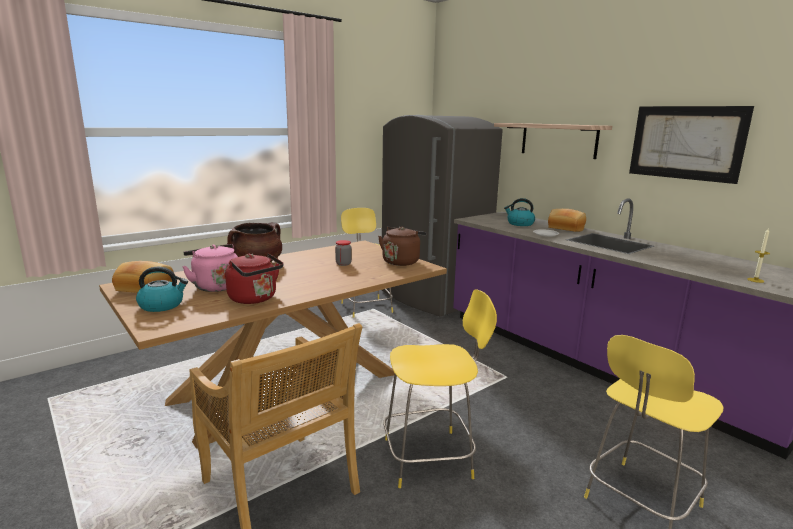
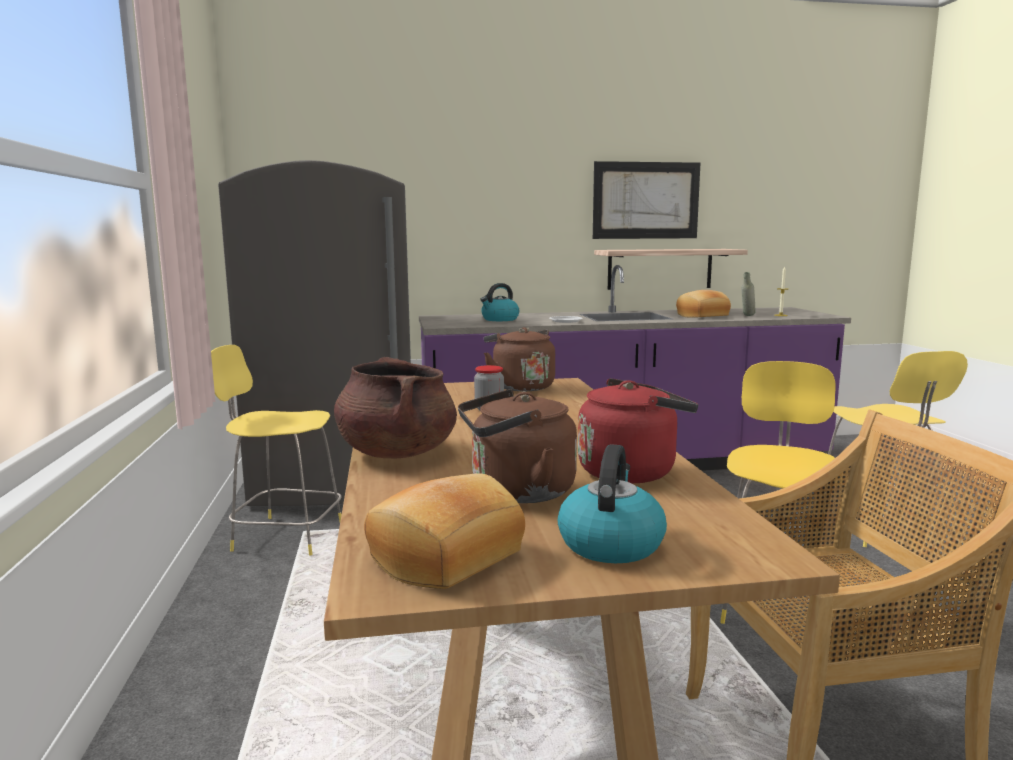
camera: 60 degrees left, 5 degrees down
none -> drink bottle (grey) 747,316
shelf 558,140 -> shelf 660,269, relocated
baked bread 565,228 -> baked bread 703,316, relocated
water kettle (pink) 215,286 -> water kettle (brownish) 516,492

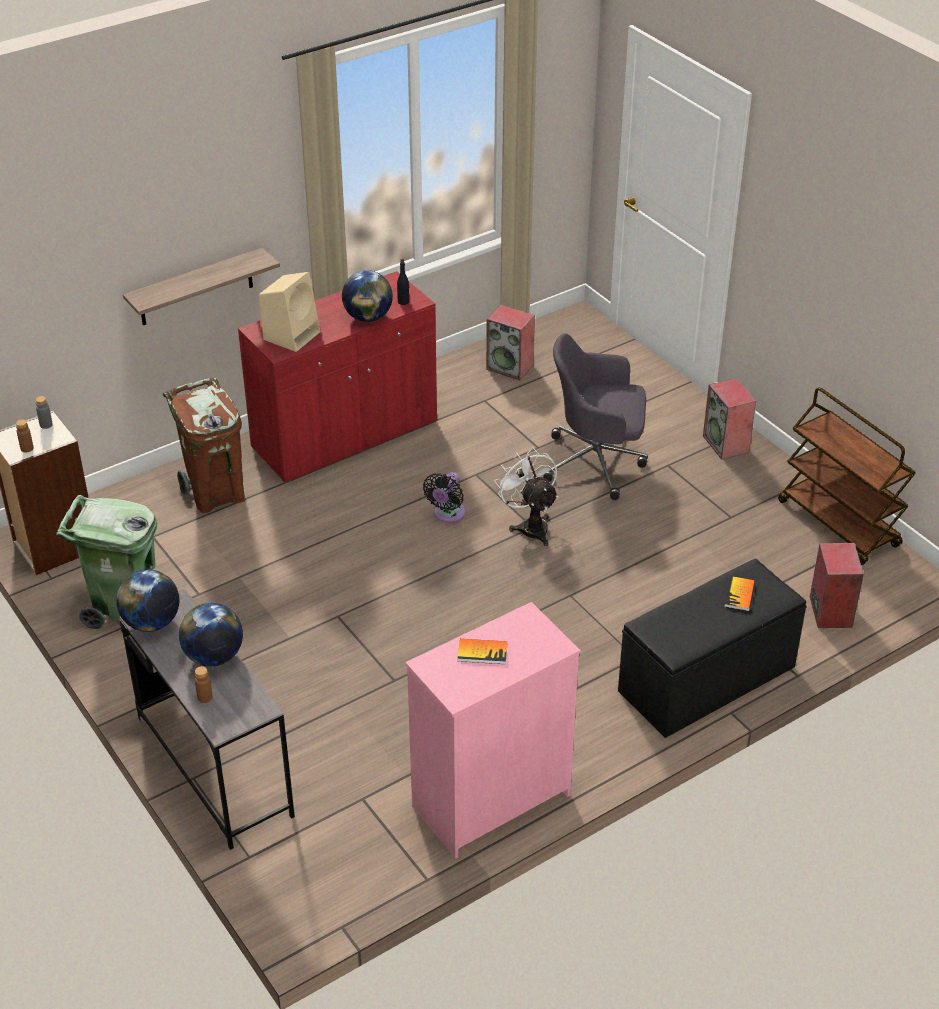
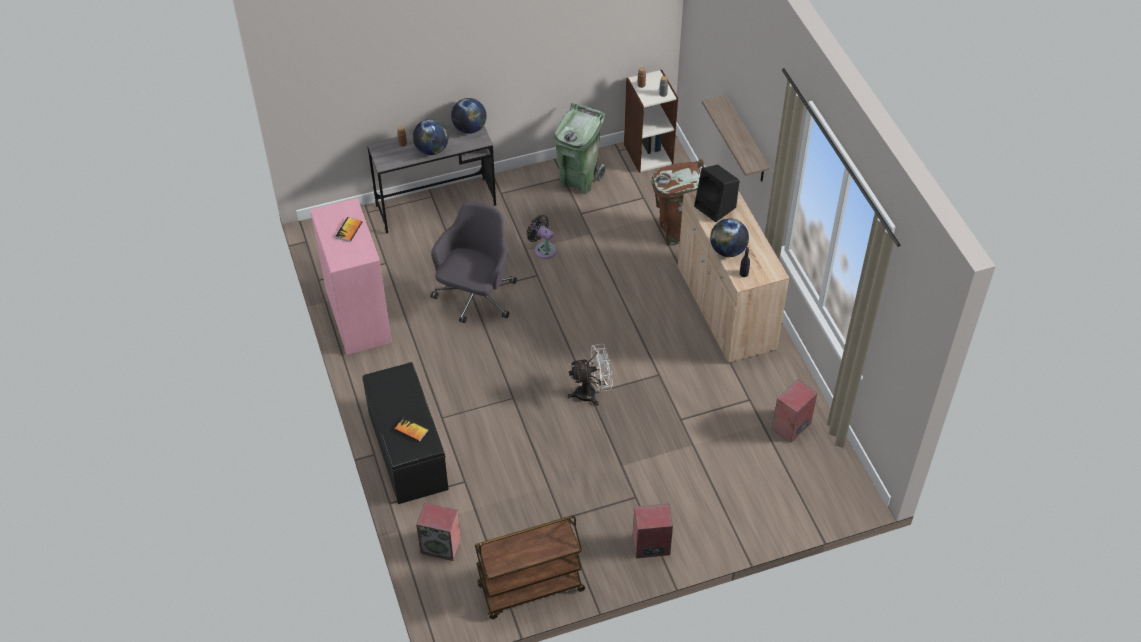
camera: 105 degrees right, 10 degrees up
cooling fan (black-coloured) 447,514 -> cooling fan (black-coloured) 543,249, relocated
computer chair (grey) 596,462 -> computer chair (grey) 475,297, relocated
cabinet (red-coloured) 345,435 -> cabinet (beige-coloured) 725,308
audio speaker (beige-coloured) 292,335 -> audio speaker (black-coloured) 716,207

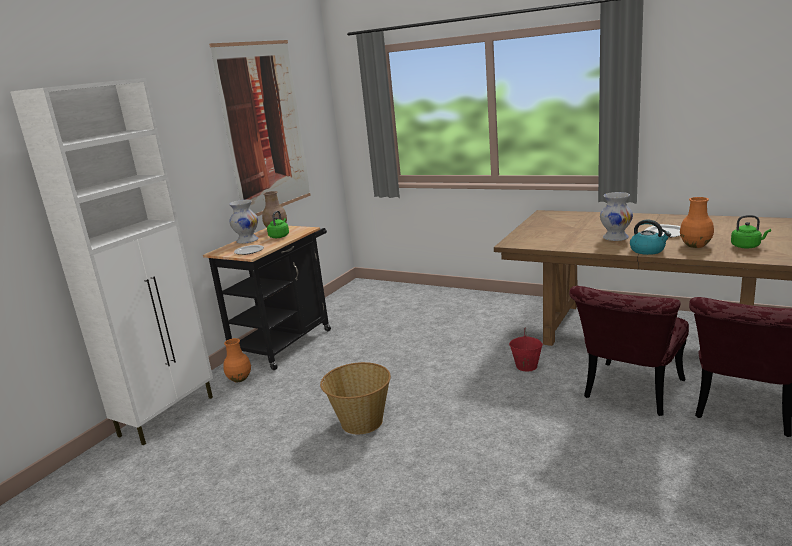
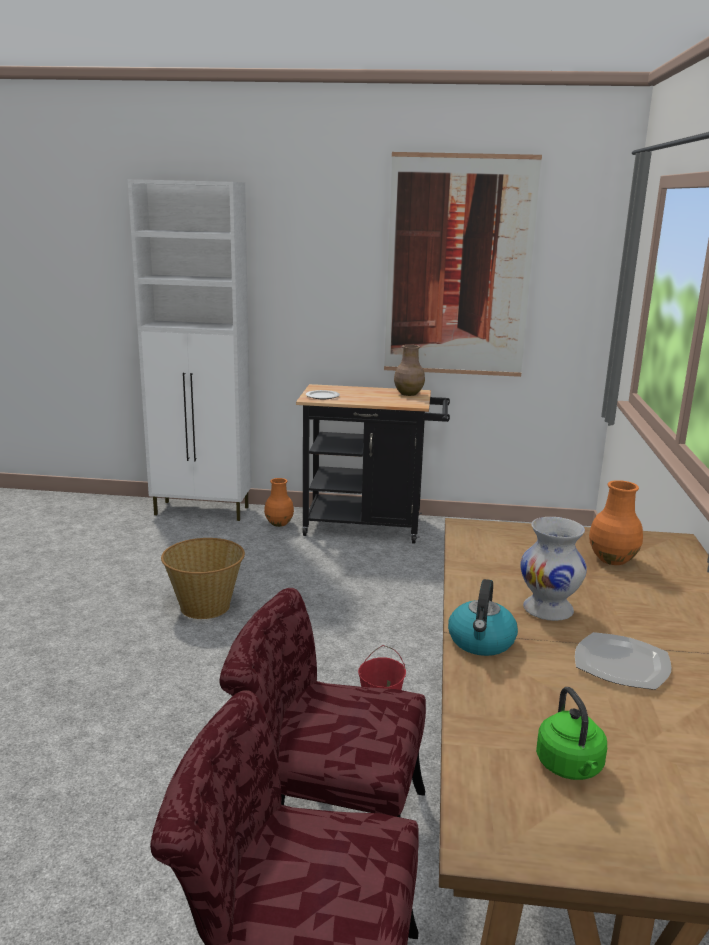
camera: 65 degrees right, 0 degrees up
flower vase (whitish) 247,241 -> none
water kettle (green-coloured) 279,236 -> none
flower vase (orange-coloured) 695,245 -> flower vase (orange-coloured) 613,559, relocated

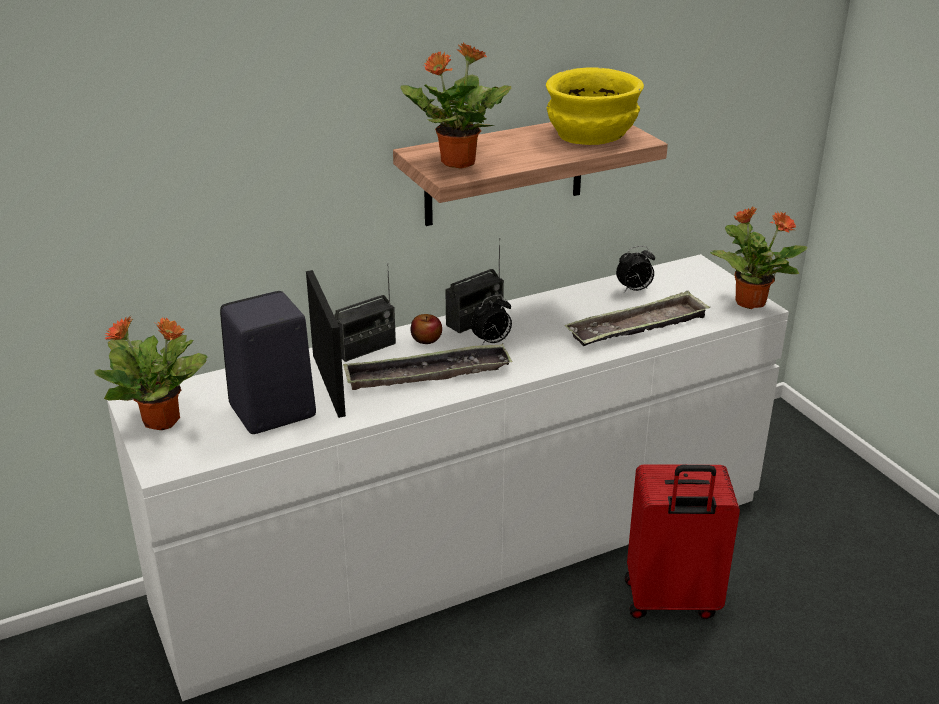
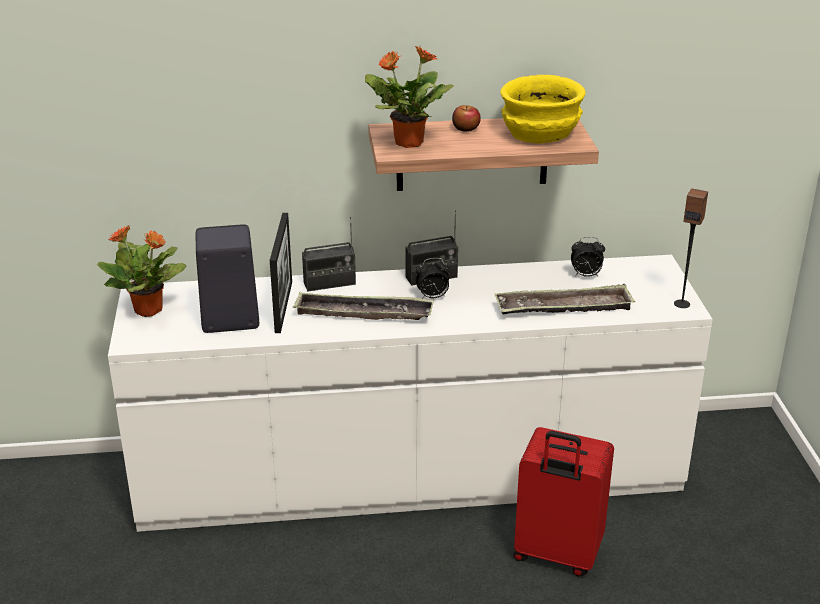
camera: 20 degrees right, 0 degrees up
apple fruit 426,339 -> apple fruit 466,128, relocated
plant in a pot 749,302 -> audio speaker 682,304

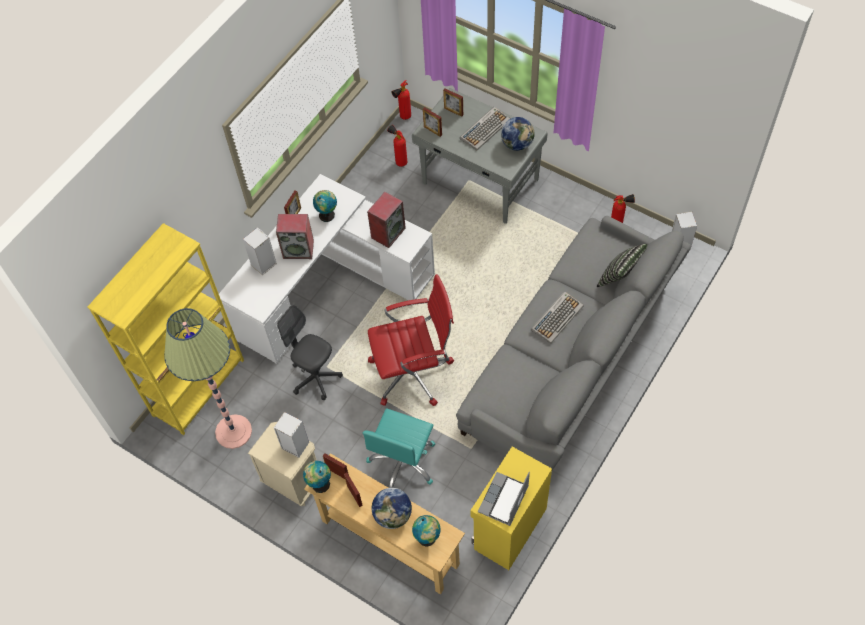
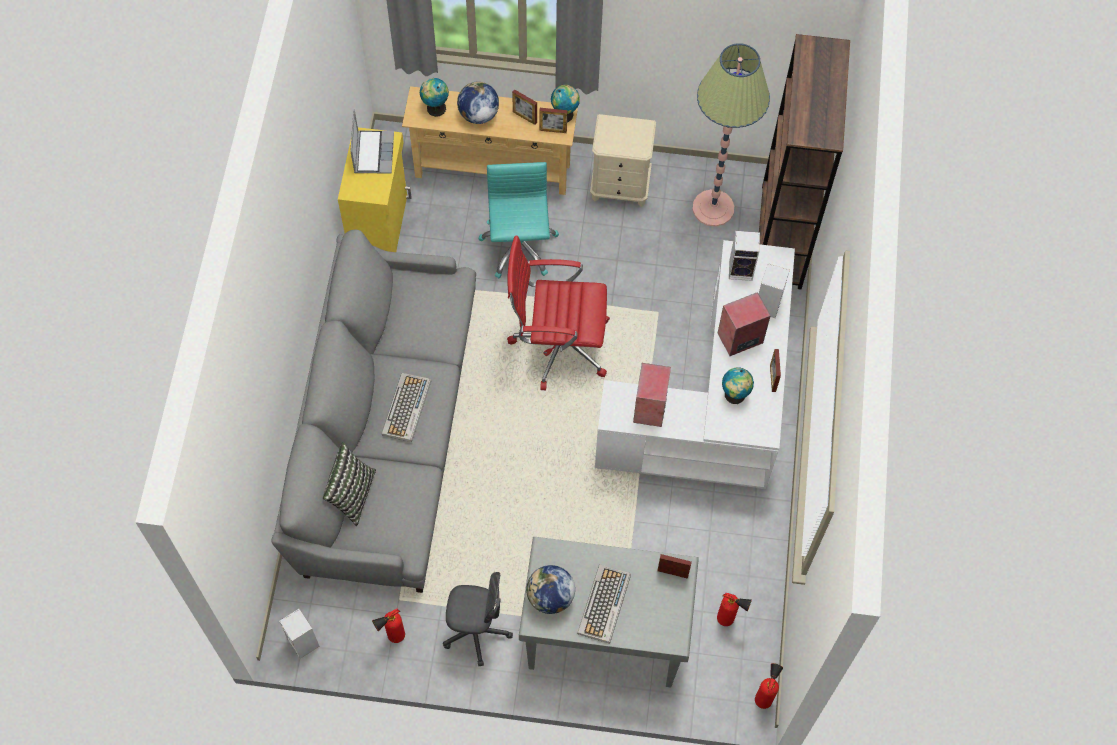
camera: 150 degrees right, 5 degrees up
standing frame 453,111 -> none
audio speaker 294,445 -> audio speaker 742,270, relocated
computer chair (grey) 316,377 -> computer chair (grey) 476,631, relocated
shelving unit (yellow) 198,387 -> shelving unit (brownish) 781,237
computer chair (red-coloured) 414,372 -> computer chair (red-coloured) 557,344, 45 degrees clockwise

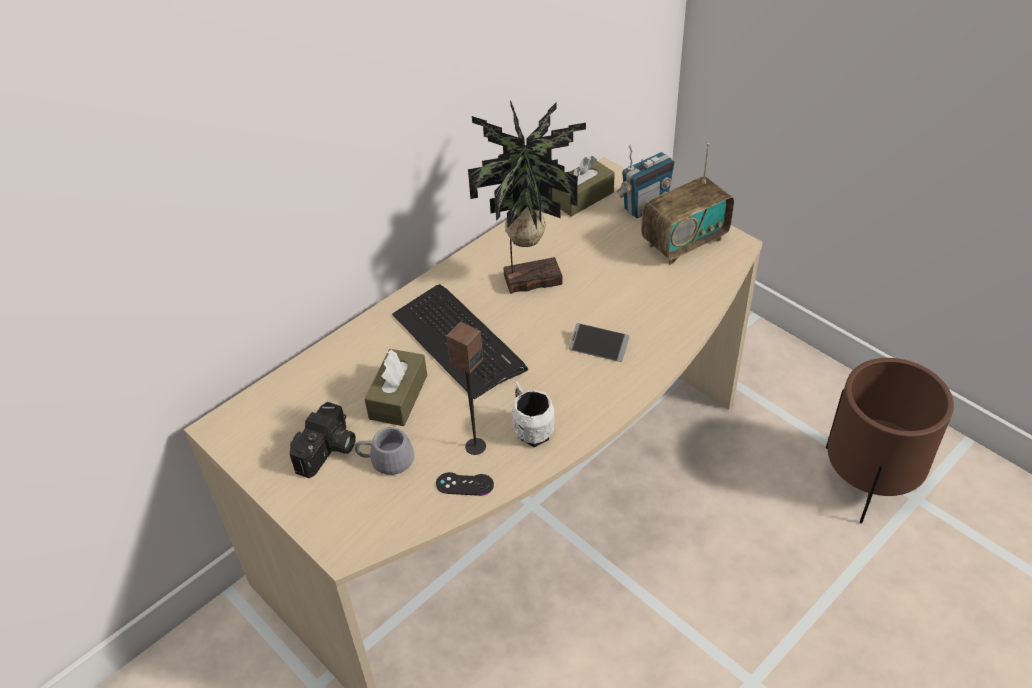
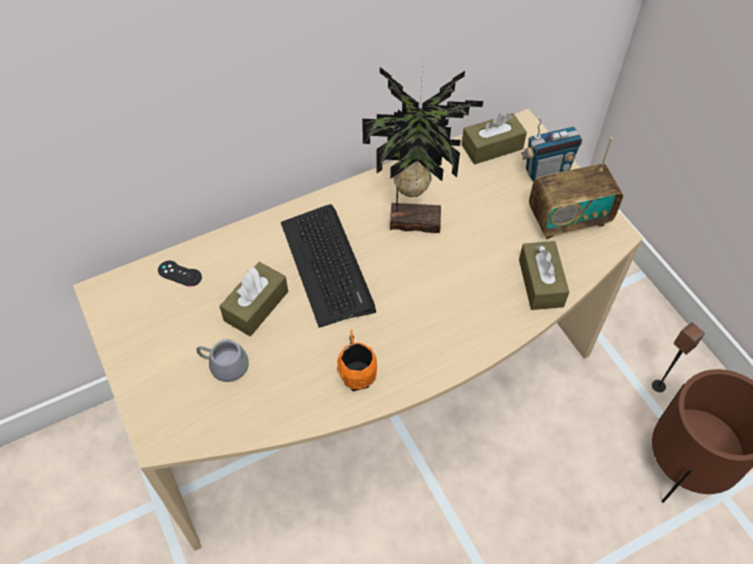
camera: 15 degrees right, 10 degrees up
photo camera 328,452 -> none
telephone 598,347 -> none
none -> tissue holder (brownish) 540,283
joypad (black-coloured) 464,484 -> joypad (black-coloured) 180,273, relocated
audio speaker 475,446 -> audio speaker 658,385, relocated
coffee mug (whitish) 530,429 -> coffee mug (orange-coloured) 356,372

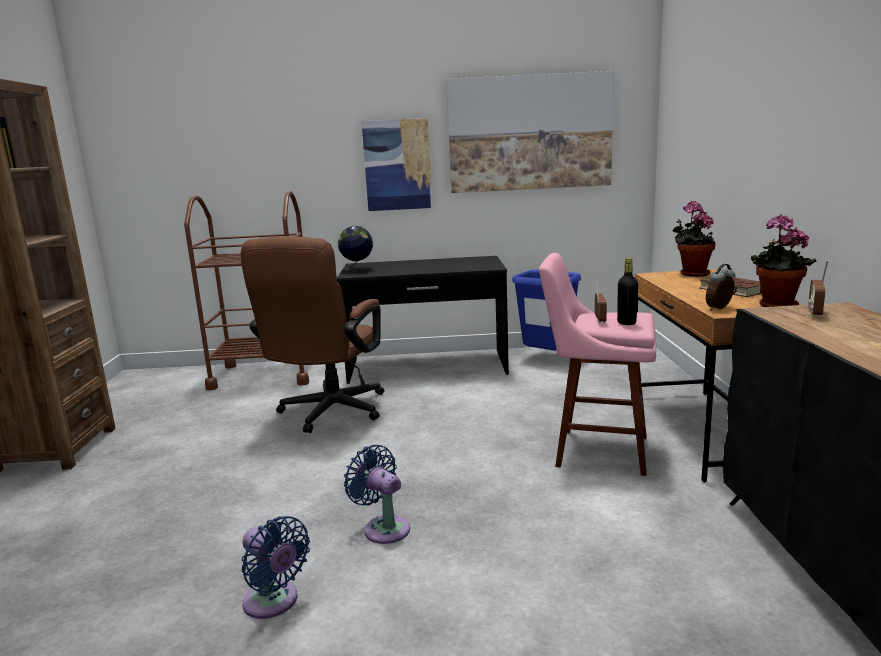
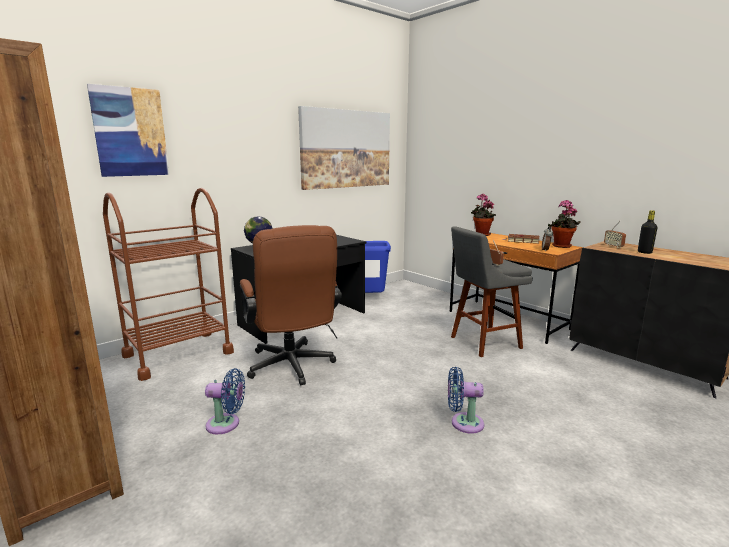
camera: 40 degrees left, 0 degrees up
cooling fan (blue-coloured) 274,602 -> cooling fan (blue-coloured) 226,424, relocated
picture 397,165 -> picture 130,132, relocated
drink bottle (black-coloured) 626,323 -> drink bottle (black-coloured) 644,252, relocated
sitting stool (pink) 596,450 -> sitting stool (grey) 482,343

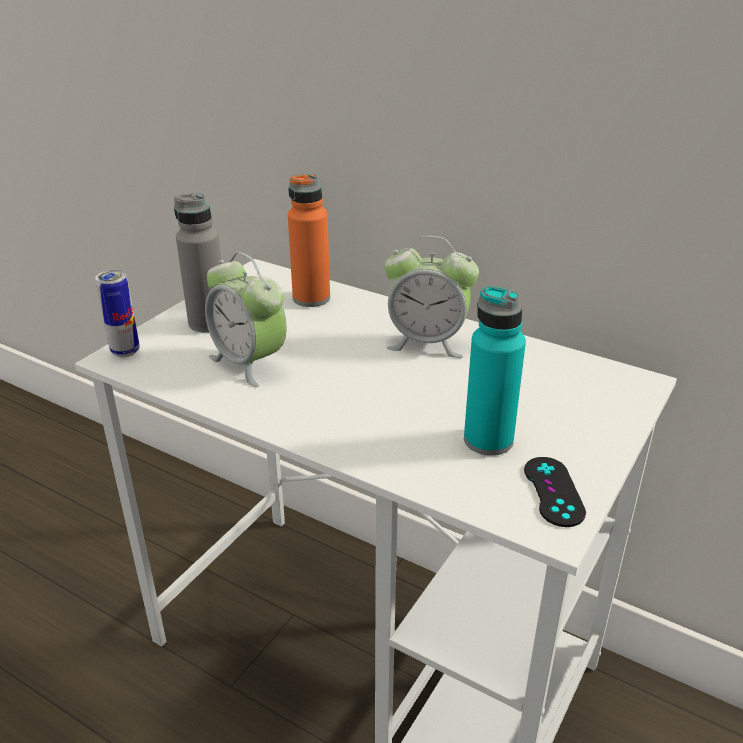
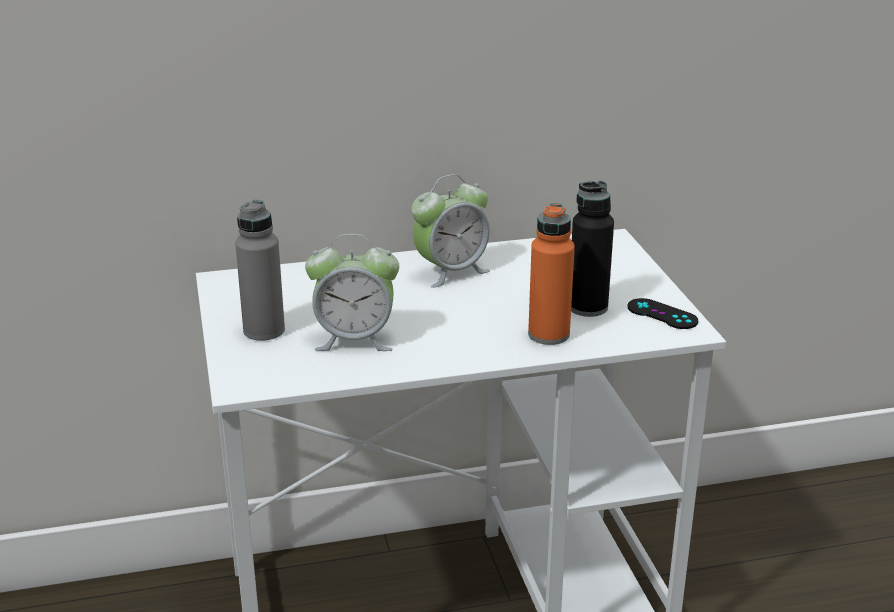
camera: 45 degrees left, 5 degrees down
can 125,351 -> none
drink bottle (orange-coloured) 311,298 -> drink bottle (orange-coloured) 548,335, relocated
drink bottle (turquoise-coloured) 488,440 -> drink bottle (black-coloured) 587,307

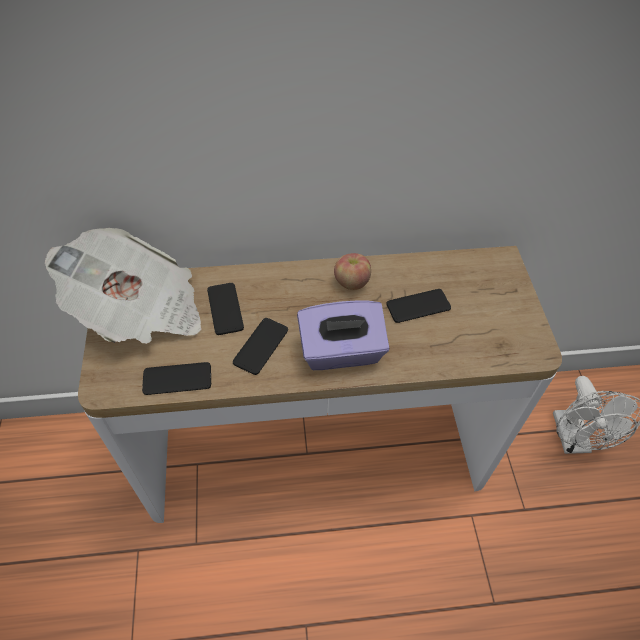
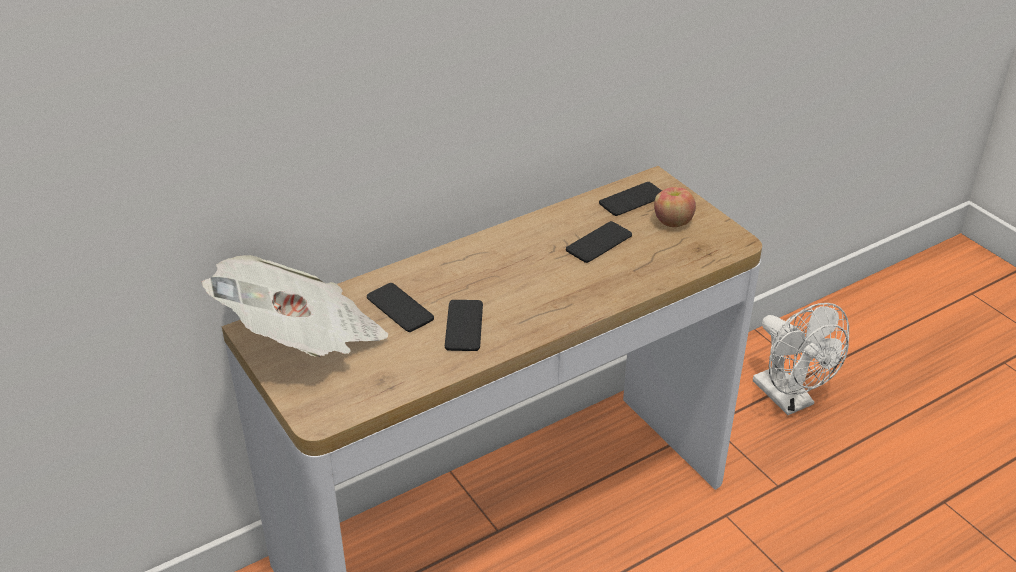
camera: 25 degrees left, 15 degrees down
tissue holder (purple) 341,352 -> none
telephone 177,379 -> telephone 632,200, relocated
apple fruit 351,282 -> apple fruit 672,222, relocated

